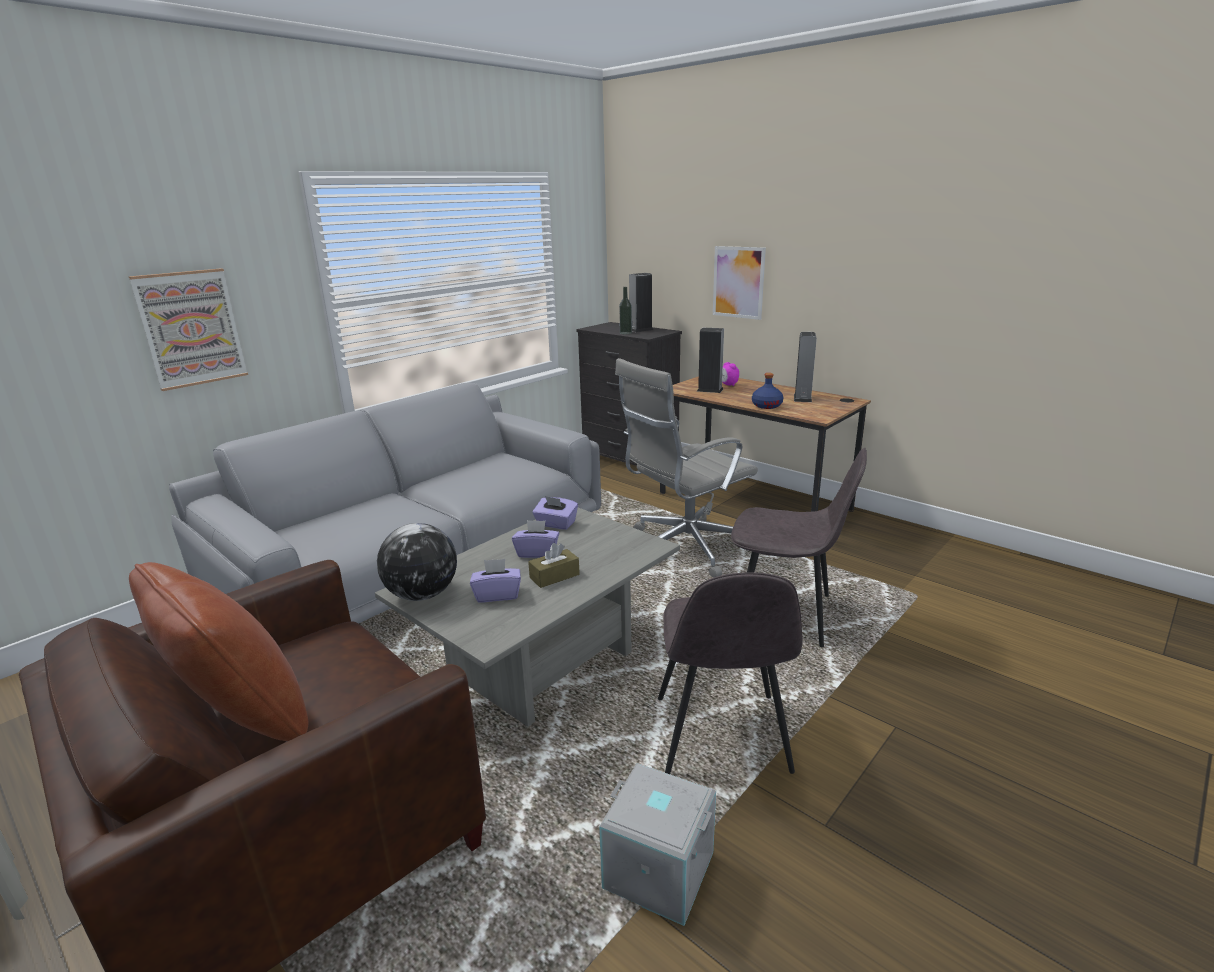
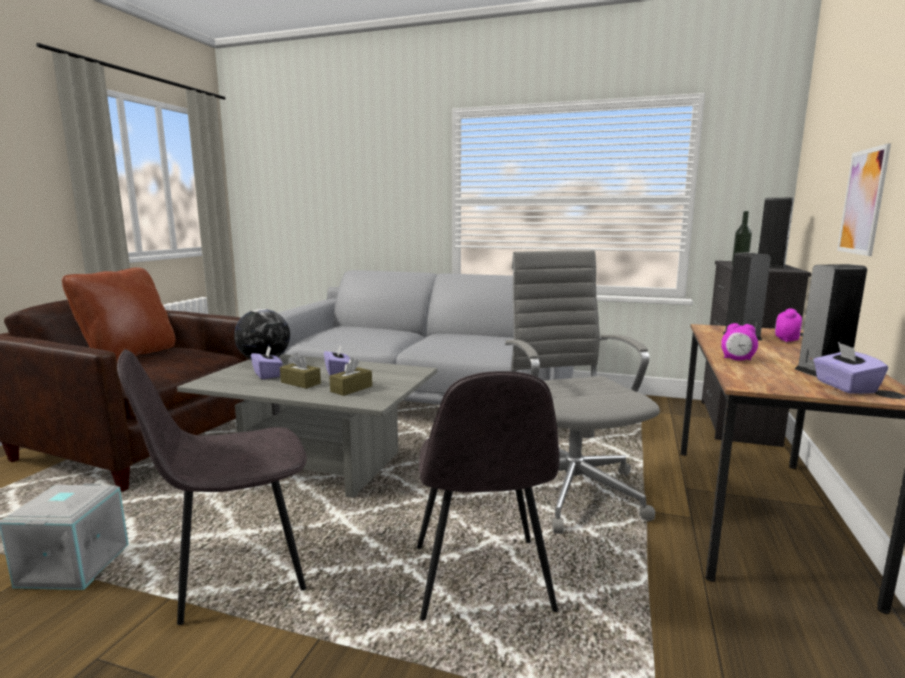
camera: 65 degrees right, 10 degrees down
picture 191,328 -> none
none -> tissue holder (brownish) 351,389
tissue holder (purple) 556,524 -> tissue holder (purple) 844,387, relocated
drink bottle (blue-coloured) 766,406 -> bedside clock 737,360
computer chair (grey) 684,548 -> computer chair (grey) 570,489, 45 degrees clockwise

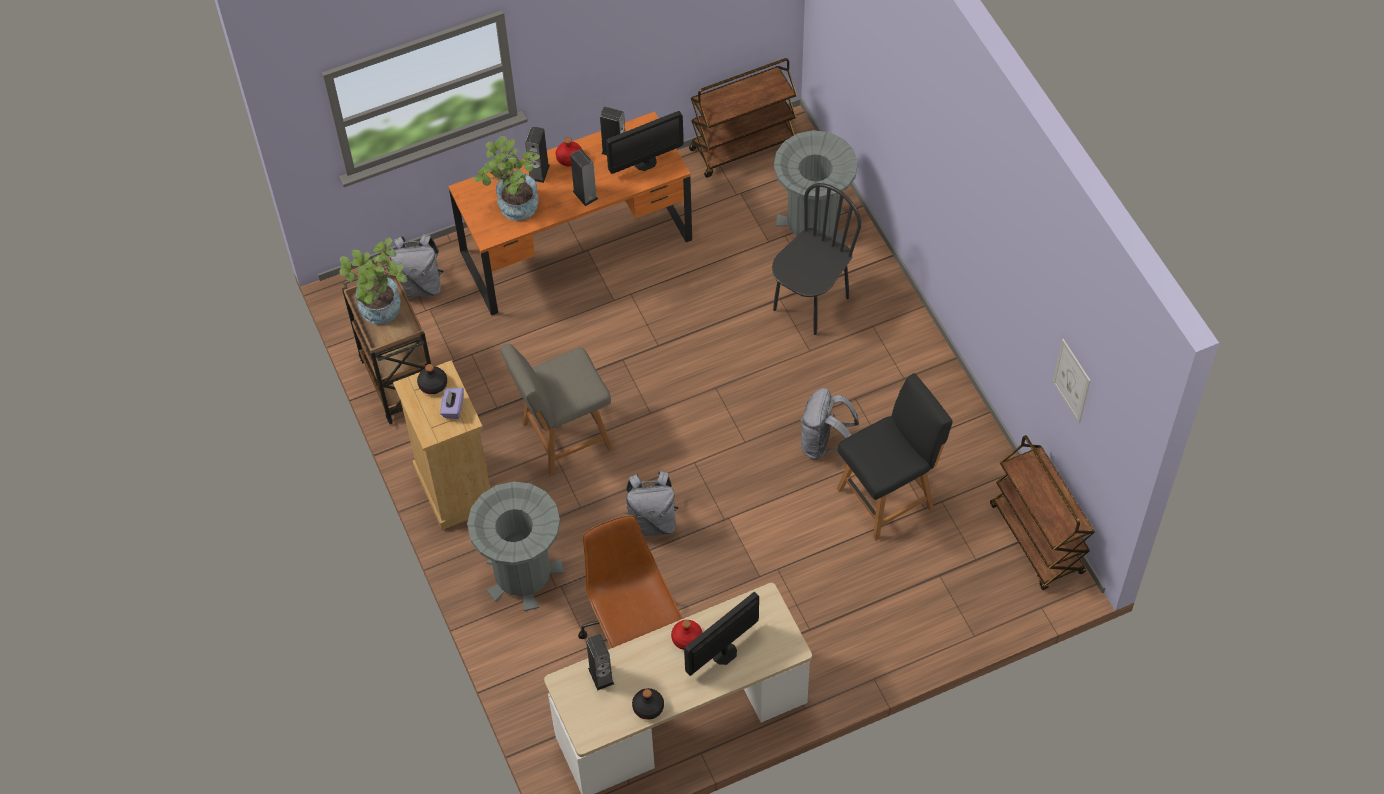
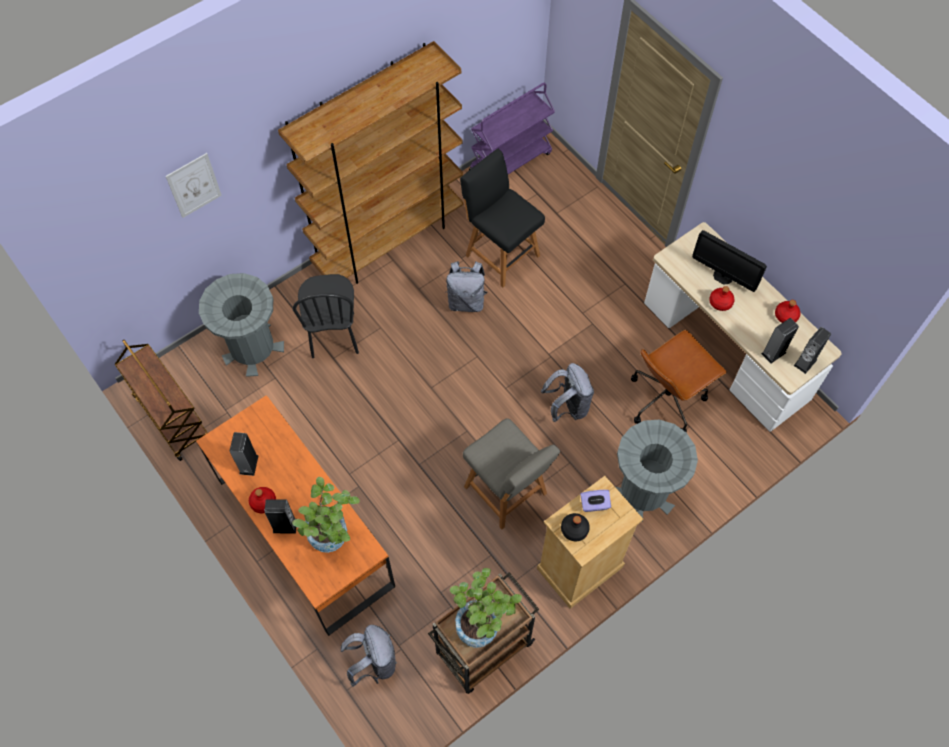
camera: 105 degrees left, 5 degrees up
monitor 645,162 -> none
none -> shelving unit (brownish) 388,240
audio speaker 585,195 -> audio speaker 805,362, relocated
picture 1071,380 -> picture 194,185, relocated
drink bottle (black-coloured) 648,707 -> drink bottle (red-coloured) 785,315
trolley (brownish) 1037,539 -> trolley (purple) 510,161
upright chair (black-coloured) 810,303 -> upright chair (black-coloured) 333,335, 120 degrees counterclockwise

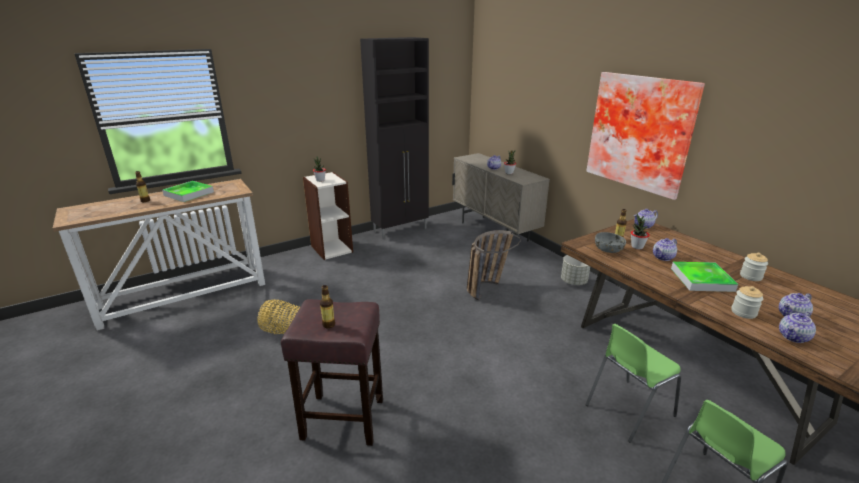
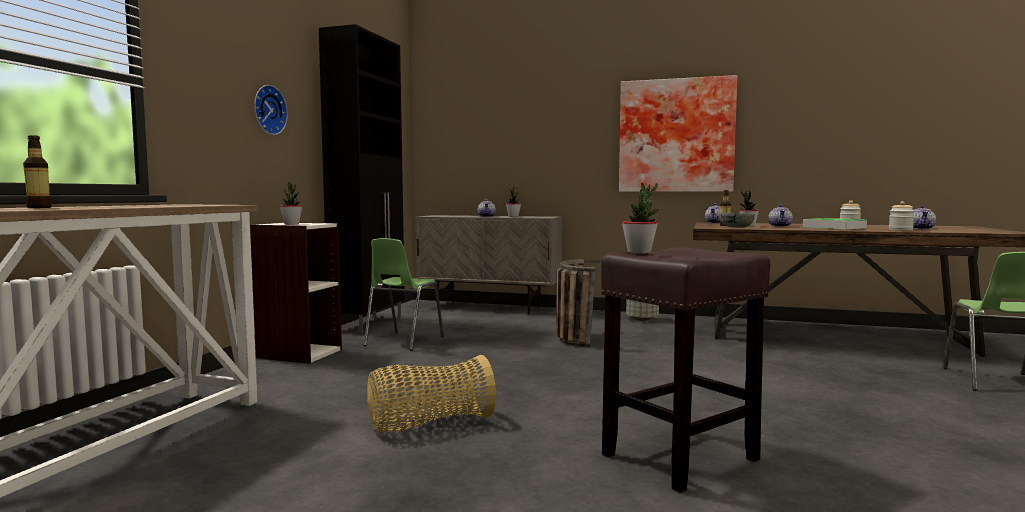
camera: 40 degrees left, 20 degrees down
tray 189,194 -> none
drink bottle 328,325 -> none
teapot 793,337 -> none
none -> hanging clock 267,110
none -> plant in a pot 639,252
upright chair (green-coloured) 628,410 -> upright chair (green-coloured) 403,341, relocated

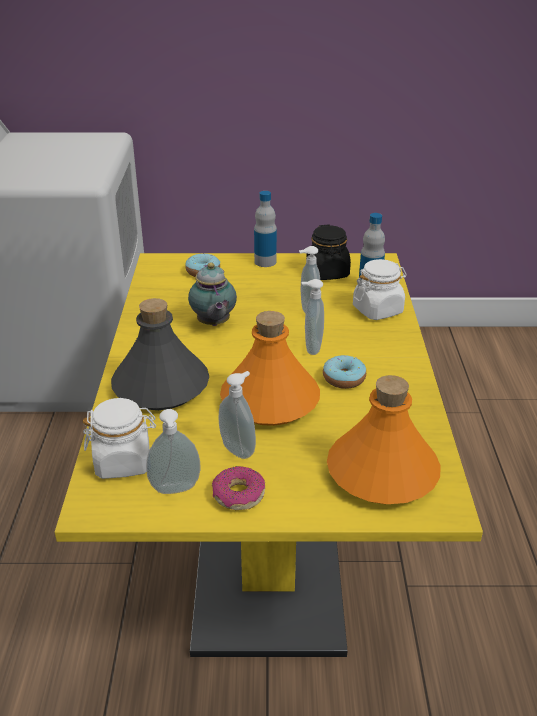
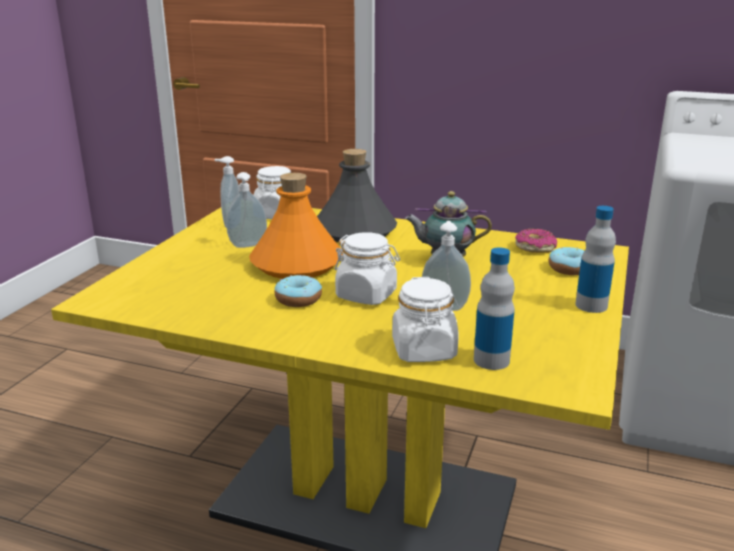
camera: 110 degrees right, 10 degrees down
jar (black-coloured) 327,273 -> none
drink bottle (orange-coloured) 382,473 -> none
ring doughnut 238,495 -> ring doughnut 534,247, relocated
liquid soap bottle 311,348 -> jar (whitish) 366,295

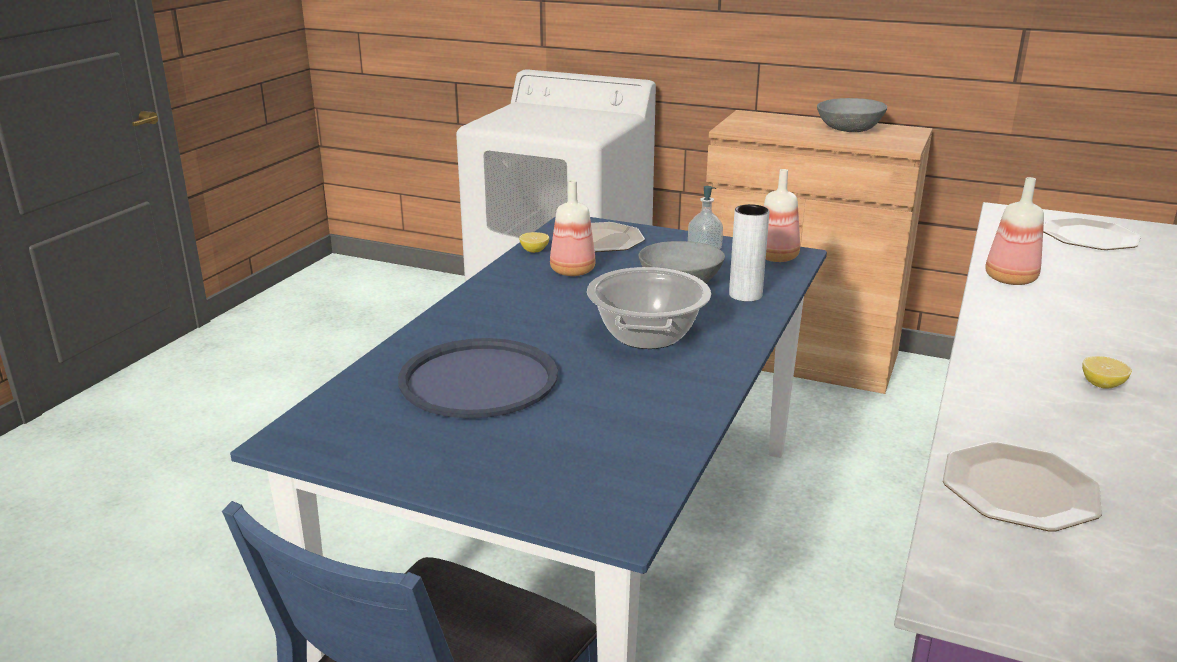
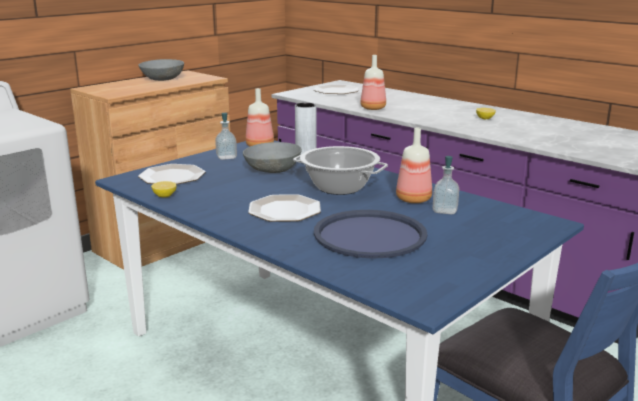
camera: 70 degrees left, 5 degrees down
none -> liquid soap bottle 445,210
drink bottle 571,271 -> drink bottle 414,200, relocated
dinner plate 1021,489 -> dinner plate 285,210, relocated

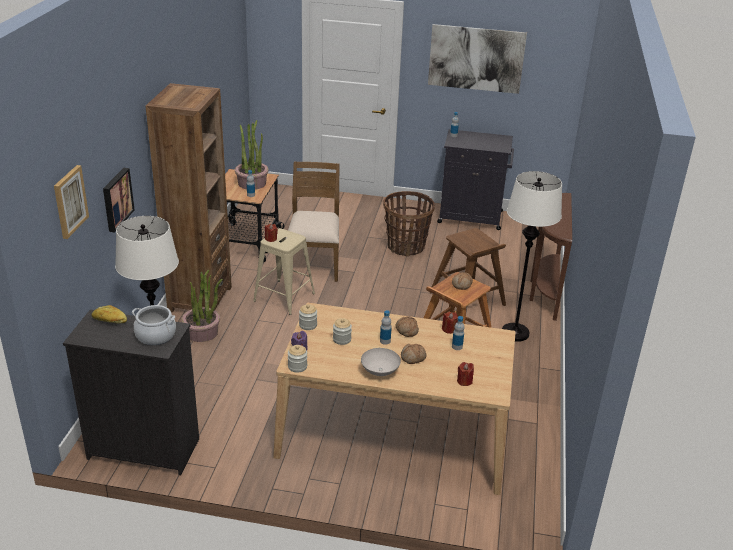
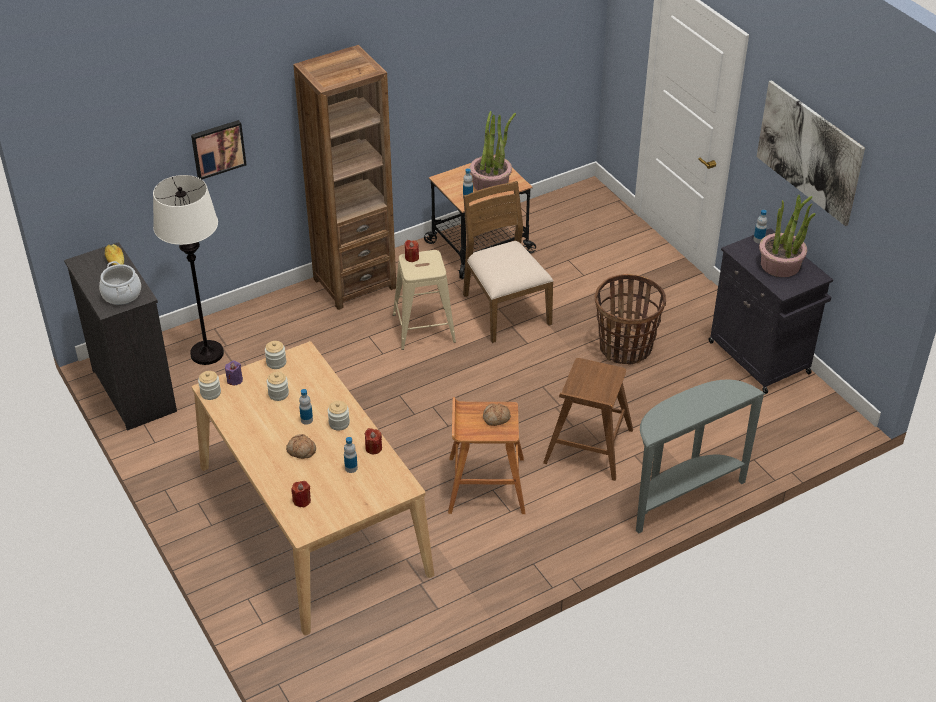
camera: 50 degrees right, 10 degrees up
picture 70,201 -> none
serving bowl (whitish) 379,371 -> none
standard lamp (whitish) 515,333 -> none
plant in a pot 202,332 -> plant in a pot 780,265, relocated
baked bread 406,330 -> jar 339,423
hall table (brownish) 543,292 -> hall table (grey) 681,496
upright chair (brownish) 314,263 -> upright chair (brownish) 504,309, 75 degrees counterclockwise

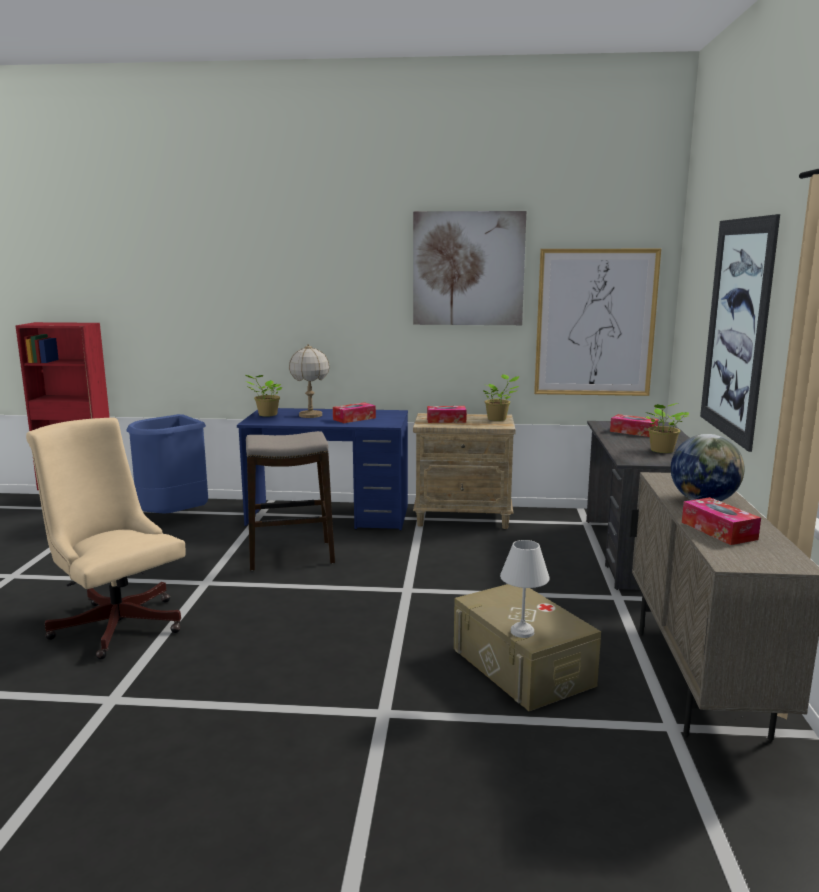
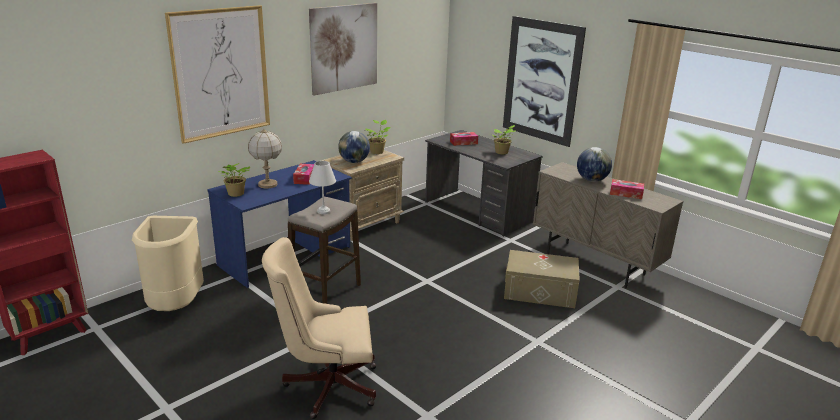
camera: 50 degrees left, 10 degrees up
table lamp (whitish) 521,632 -> table lamp (whitish) 323,211, relocated
picture 595,323 -> picture 221,73, relocated
tissue holder 446,420 -> globe 354,162
waste bin (blue-coloured) 174,517 -> waste bin (beige-coloured) 176,306

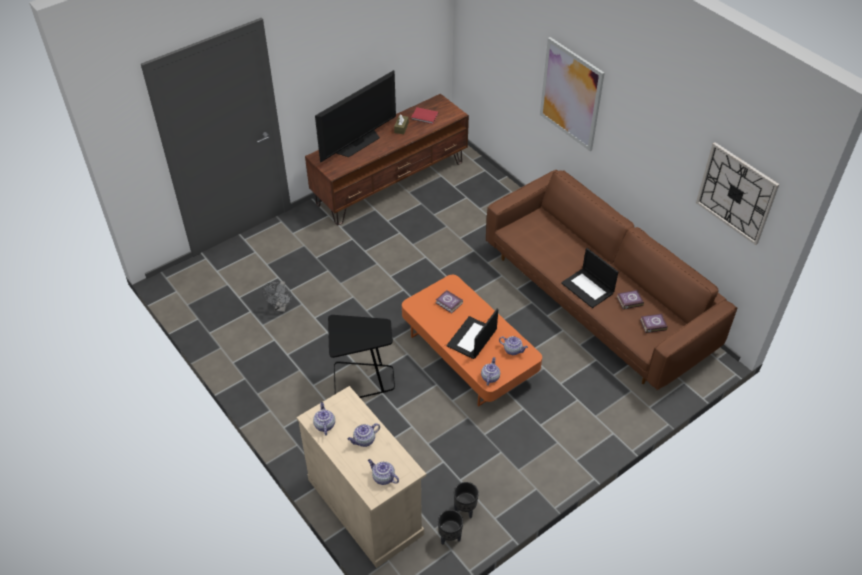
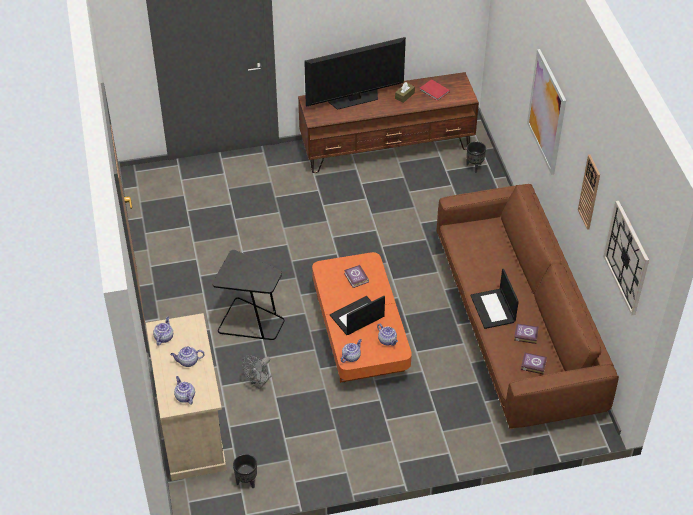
camera: 25 degrees right, 0 degrees up
none -> hanging clock 589,192
cooling fan (grey) 281,307 -> cooling fan (grey) 259,383, relocated
flower pot (black-coloured) 465,509 -> flower pot (black-coloured) 474,167, relocated

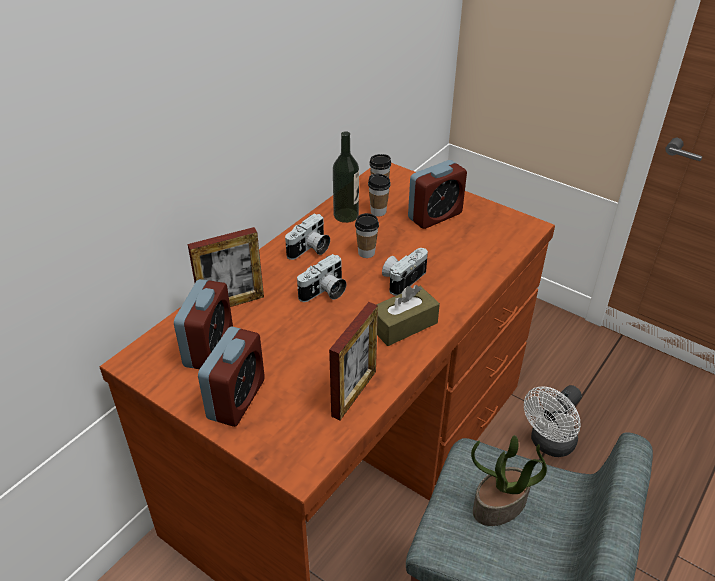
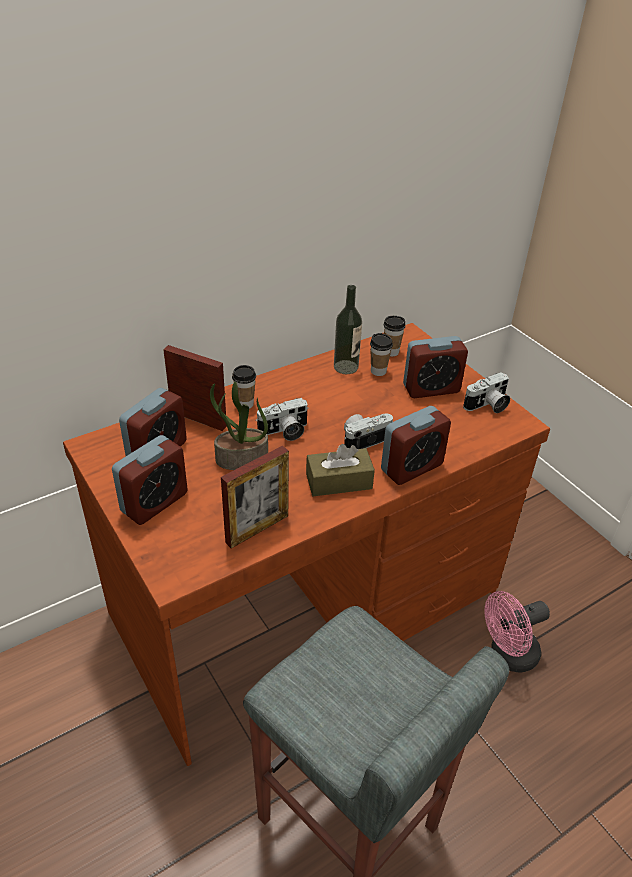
camera: 20 degrees right, 0 degrees up
none -> bedside clock 411,467
photo camera 310,249 -> photo camera 487,406, relocated
small cup 366,253 -> small cup 245,404, relocated
plant in a pot 499,506 -> plant in a pot 241,459, relocated
cooling fan (whitish) 549,444 -> cooling fan (pink) 508,655
standing frame 232,303 -> standing frame 198,419, 150 degrees counterclockwise

